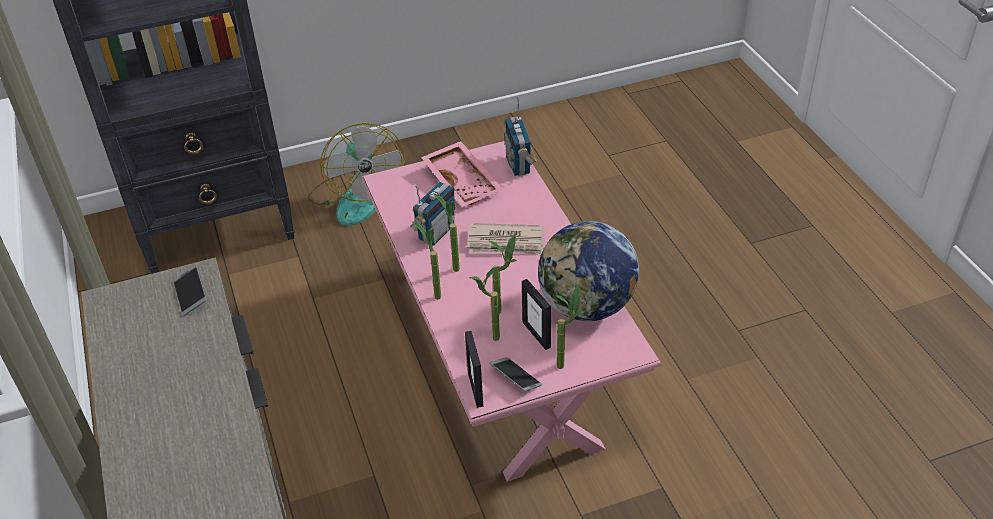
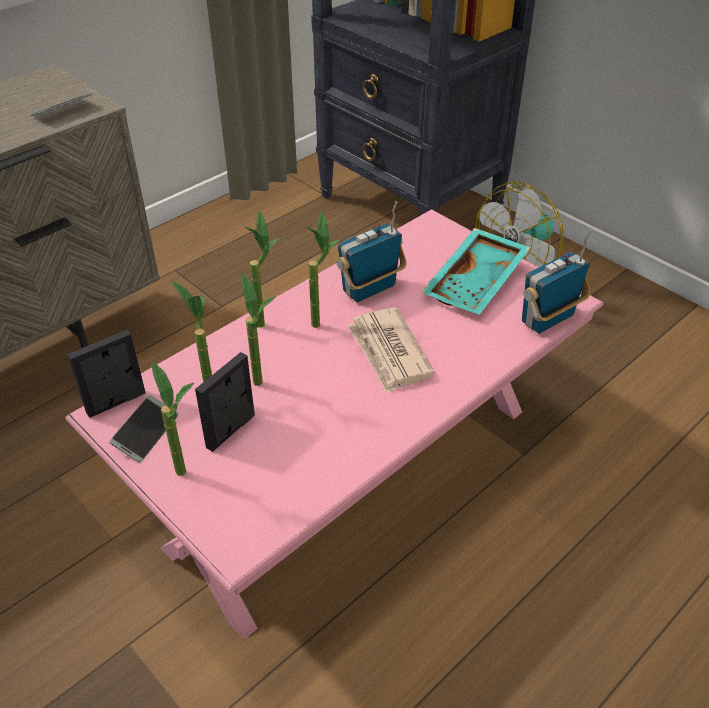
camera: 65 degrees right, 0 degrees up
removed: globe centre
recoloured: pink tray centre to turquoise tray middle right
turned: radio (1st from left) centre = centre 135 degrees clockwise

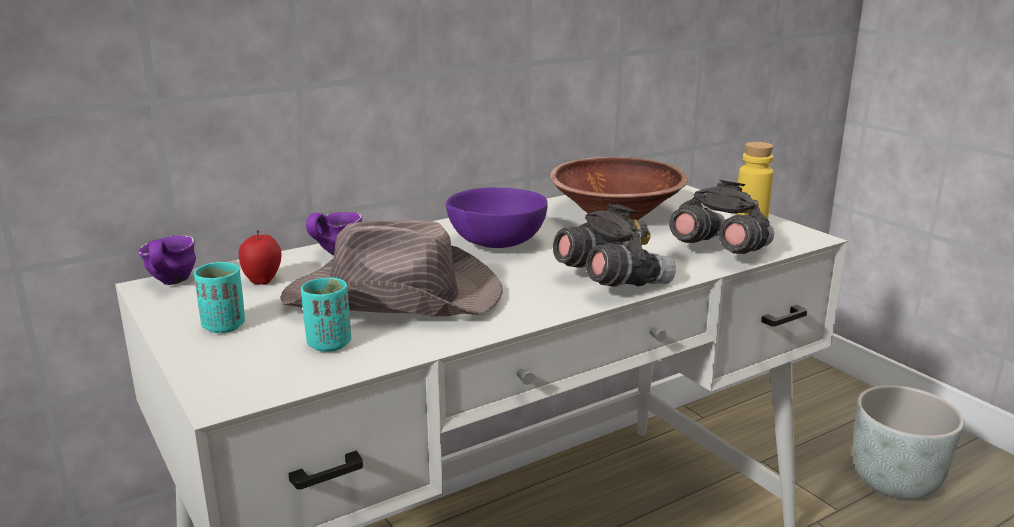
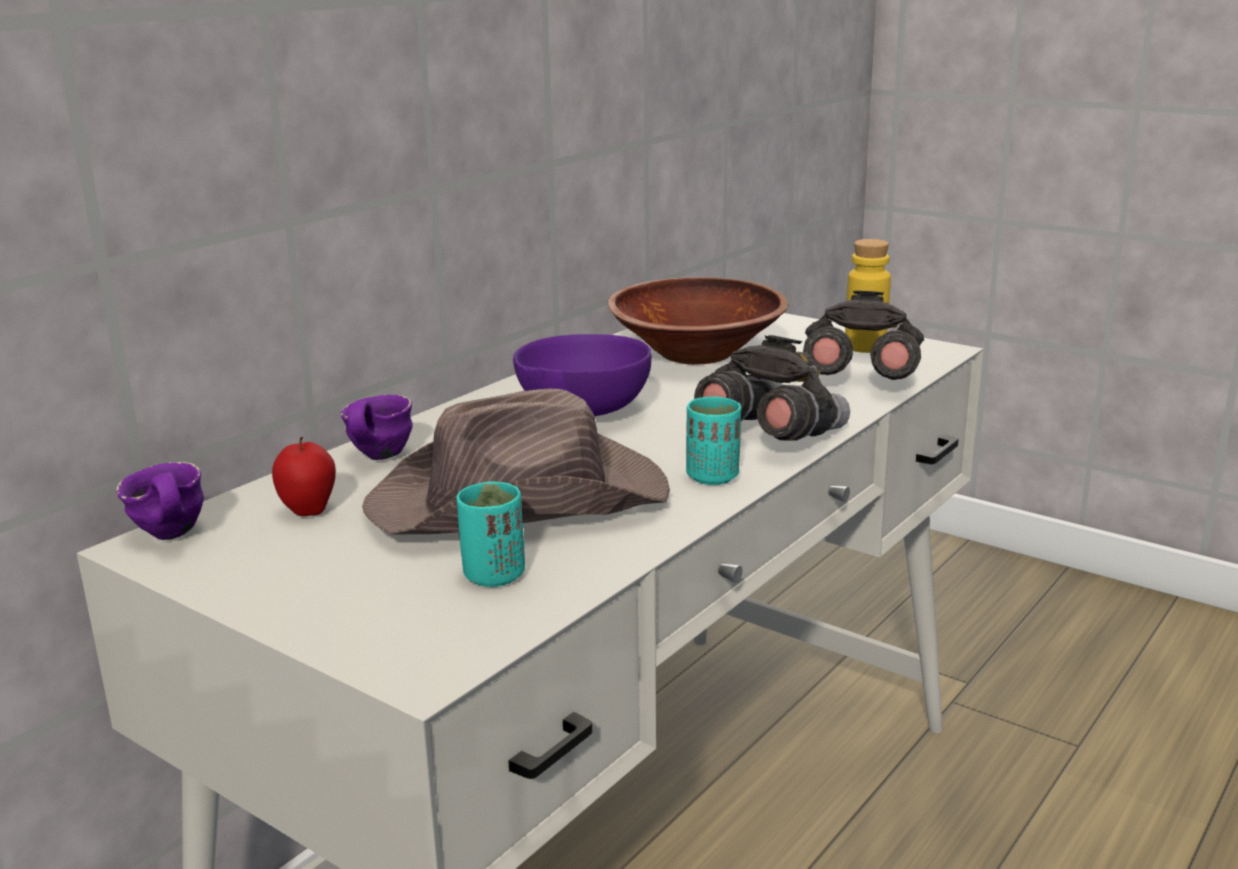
camera: 20 degrees left, 0 degrees up
removed: grey planter bottom right
moved: turquoise cup (1st from left in the first image) middle left to turquoise cup (2nd from left) centre

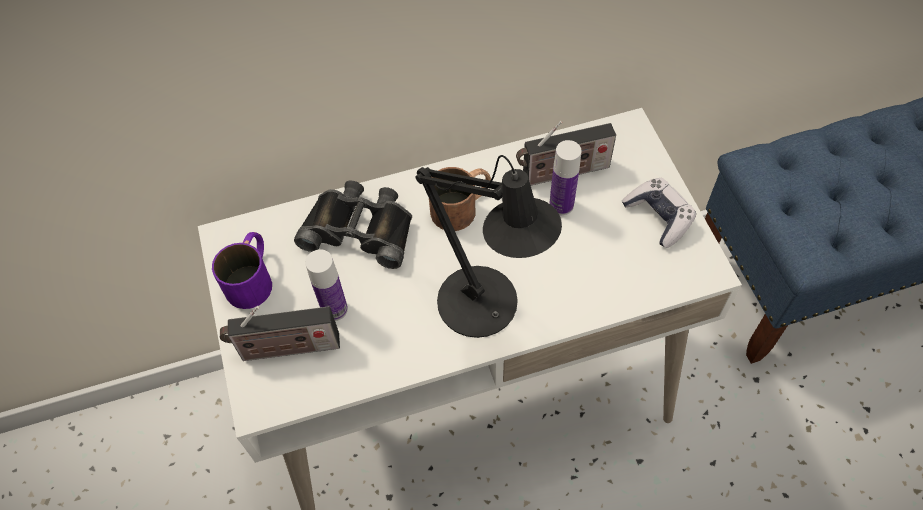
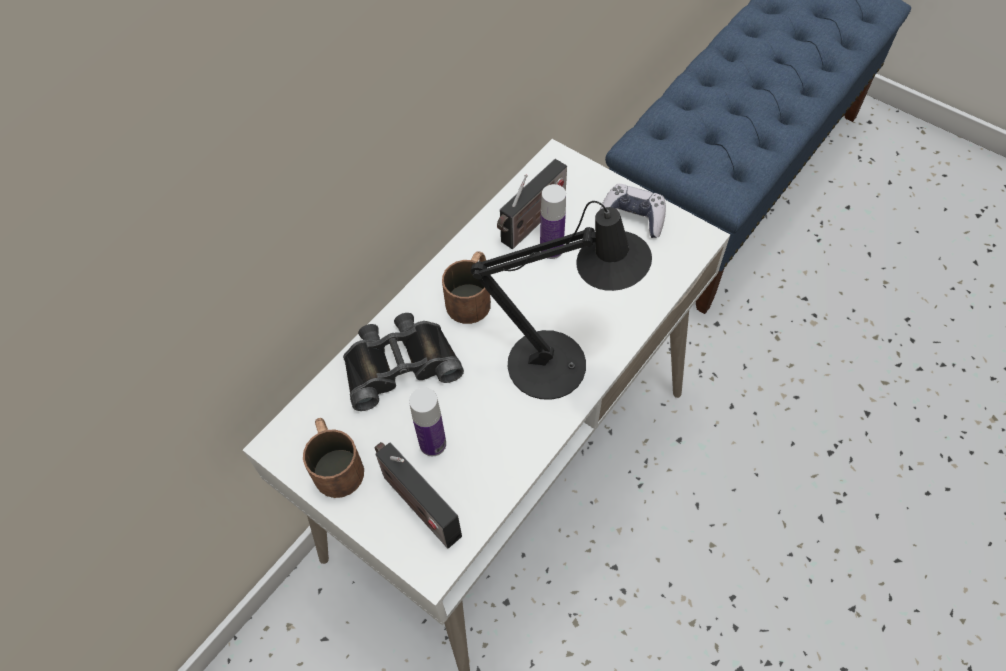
camera: 35 degrees left, 0 degrees up
recoloured: purple mug middle left to brown mug (1st from left) bottom left
turned: radio (1st from left) middle left = bottom centre 90 degrees clockwise

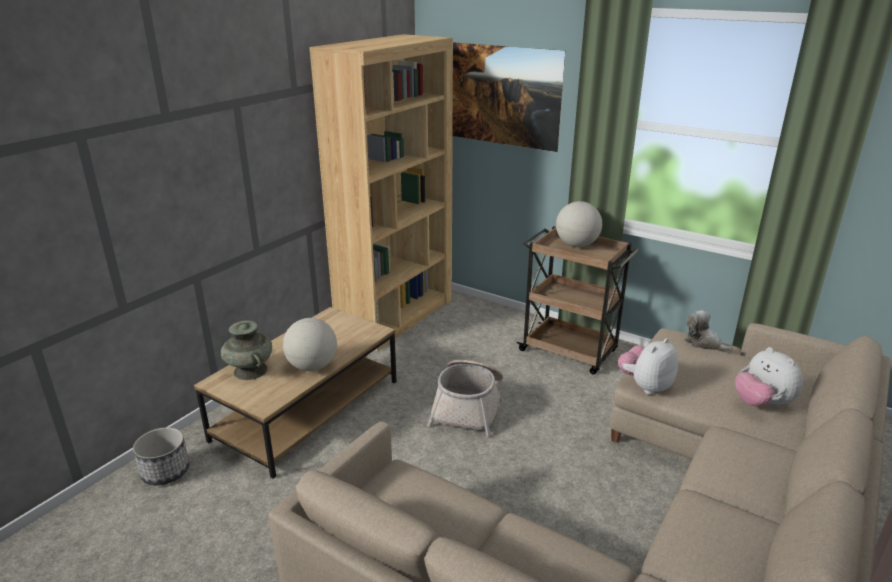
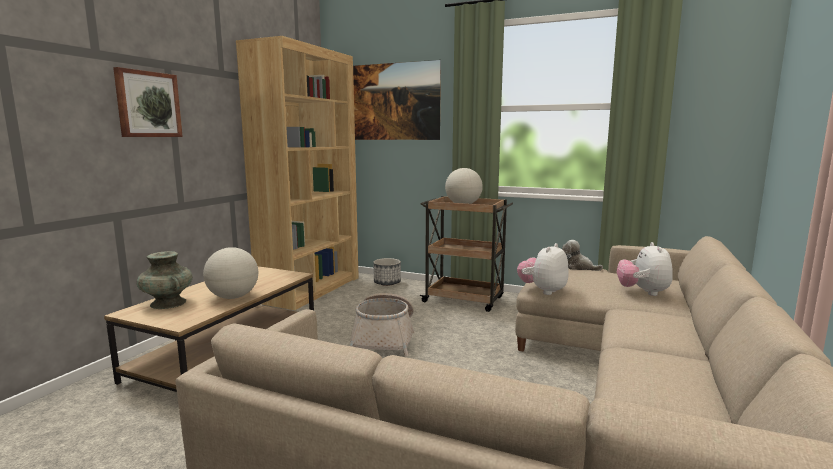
camera: 10 degrees left, 15 degrees down
added: picture (1st from left) top left
moved: planter bottom left to centre
turned: plush toy (3rd from left) middle right = middle right 45 degrees clockwise

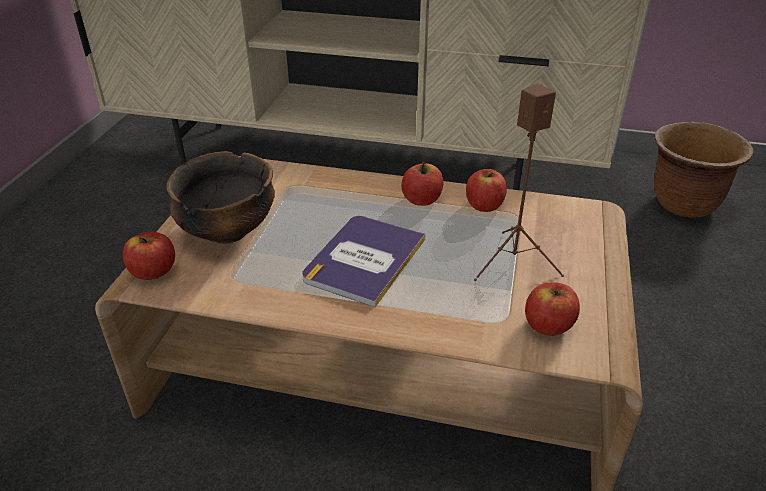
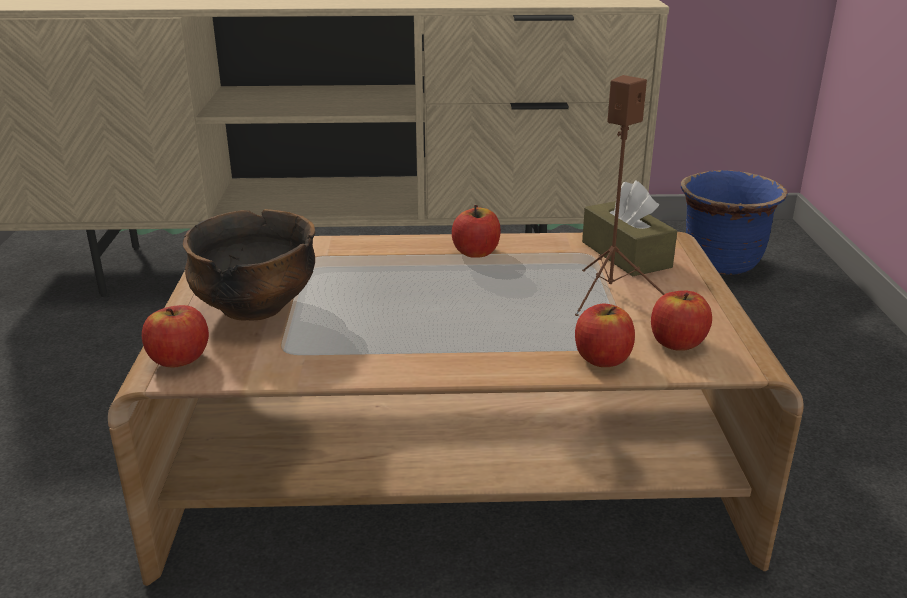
camera: 15 degrees left, 10 degrees down
removed: book centre
added: brown tissue box middle right
moved: apple (3rd from left) centre to middle right
recoloured: brown planter middle right to blue planter middle right

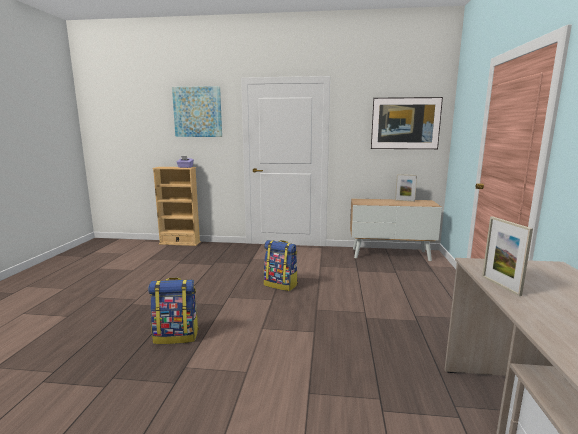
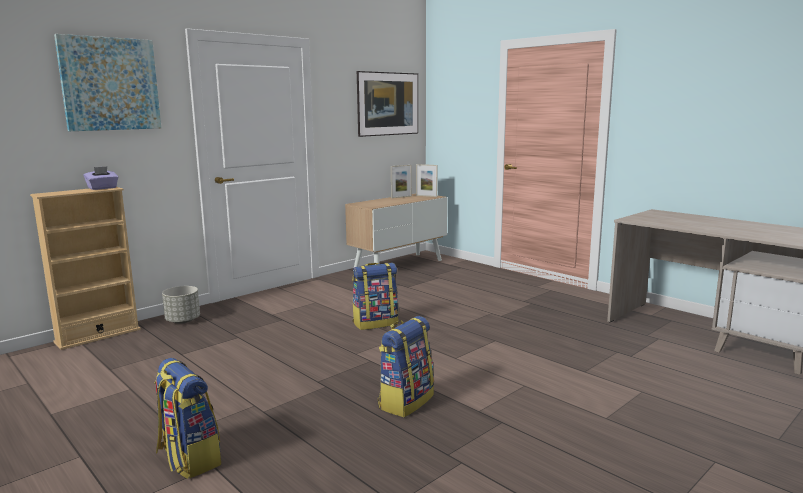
camera: 50 degrees left, 0 degrees up
added: backpack (1st from left) bottom left; grey planter middle left
moved: picture frame (2nd from left) middle right to centre

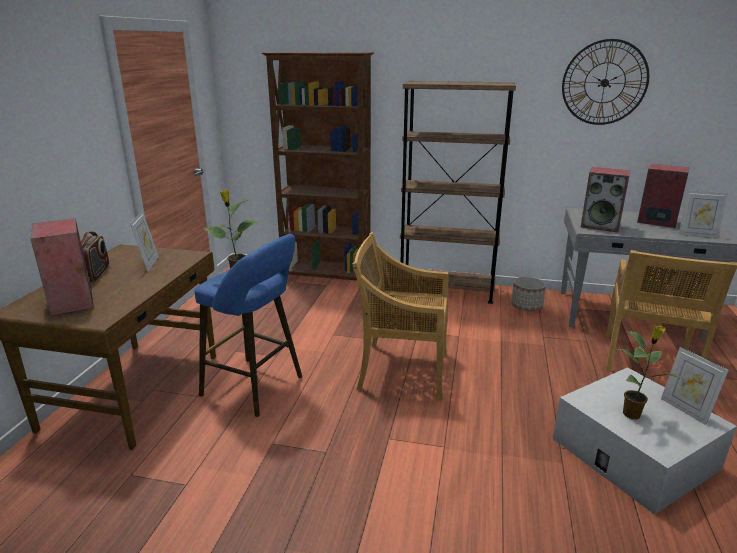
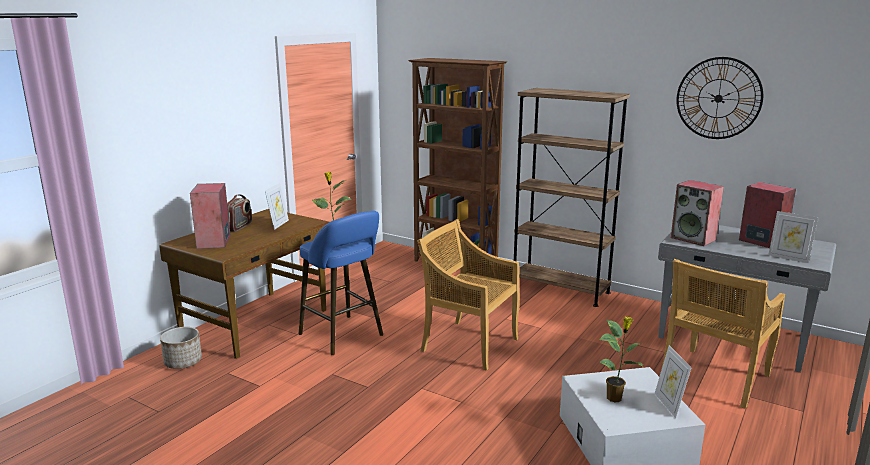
camera: 20 degrees right, 5 degrees down
moved: planter middle right to bottom left

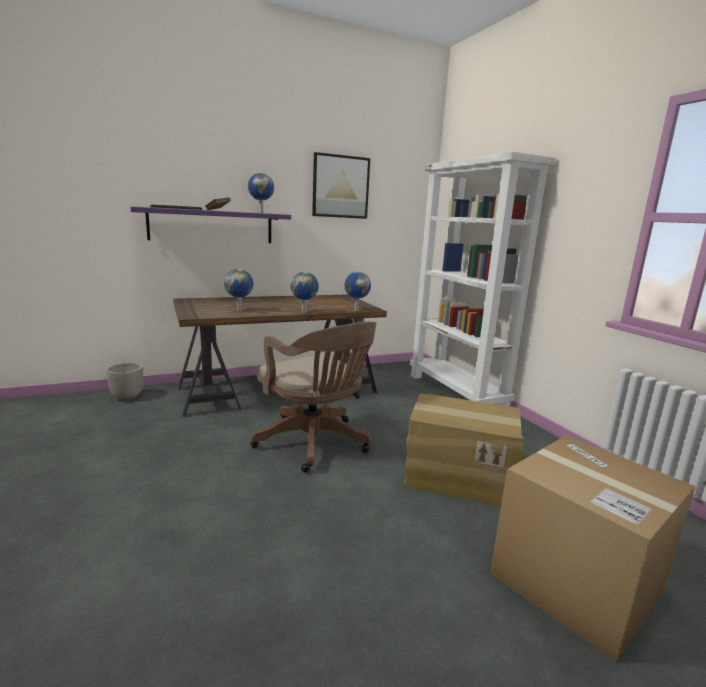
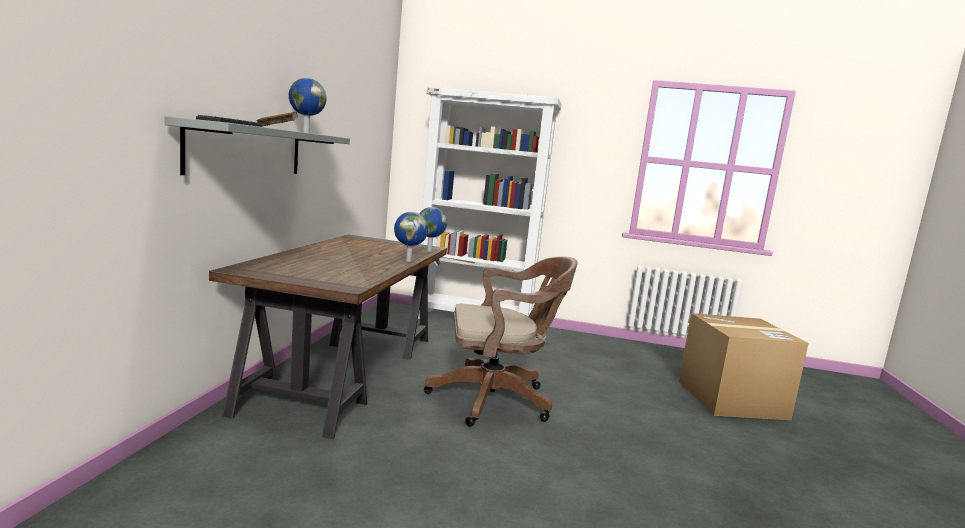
camera: 55 degrees left, 5 degrees down
removed: planter middle left; globe (1st from left) centre; picture top centre; cardboard box (1st from left) centre
recoloured: purple shelf top left to grey shelf top left

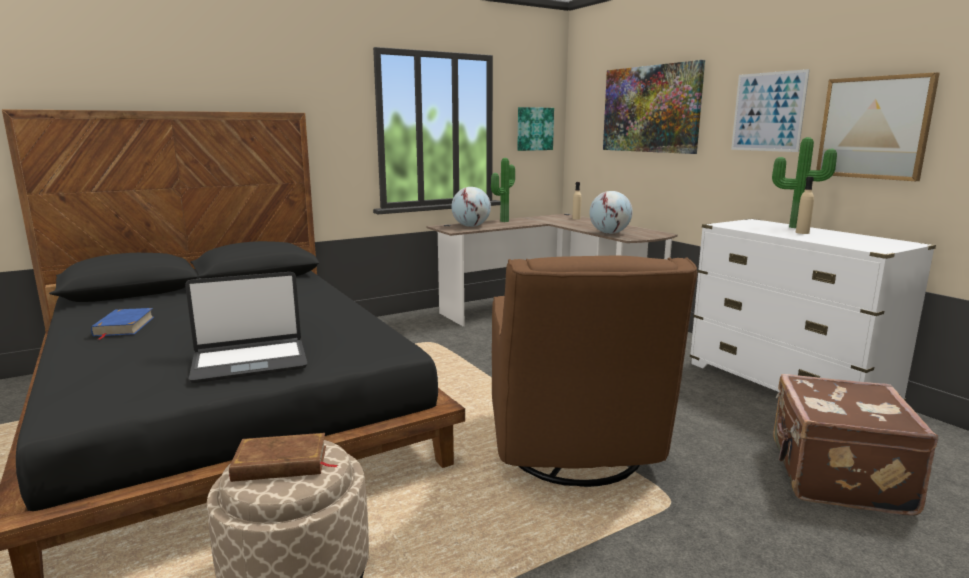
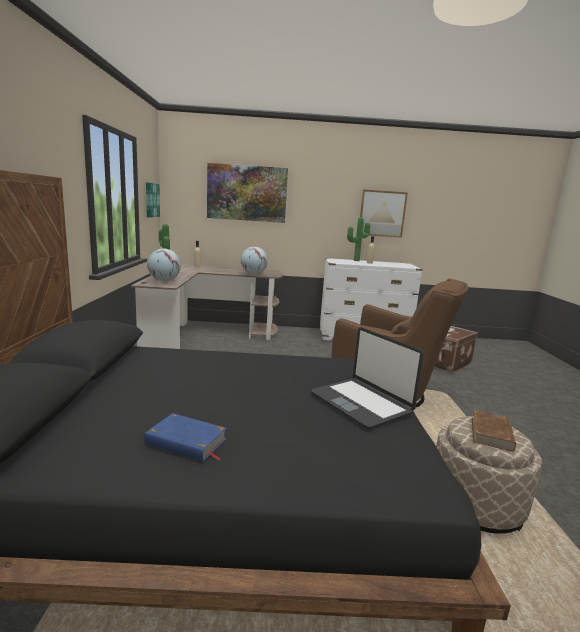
camera: 60 degrees left, 0 degrees up
removed: picture (3rd from left) top right
turned: laptop middle left = centre 135 degrees clockwise

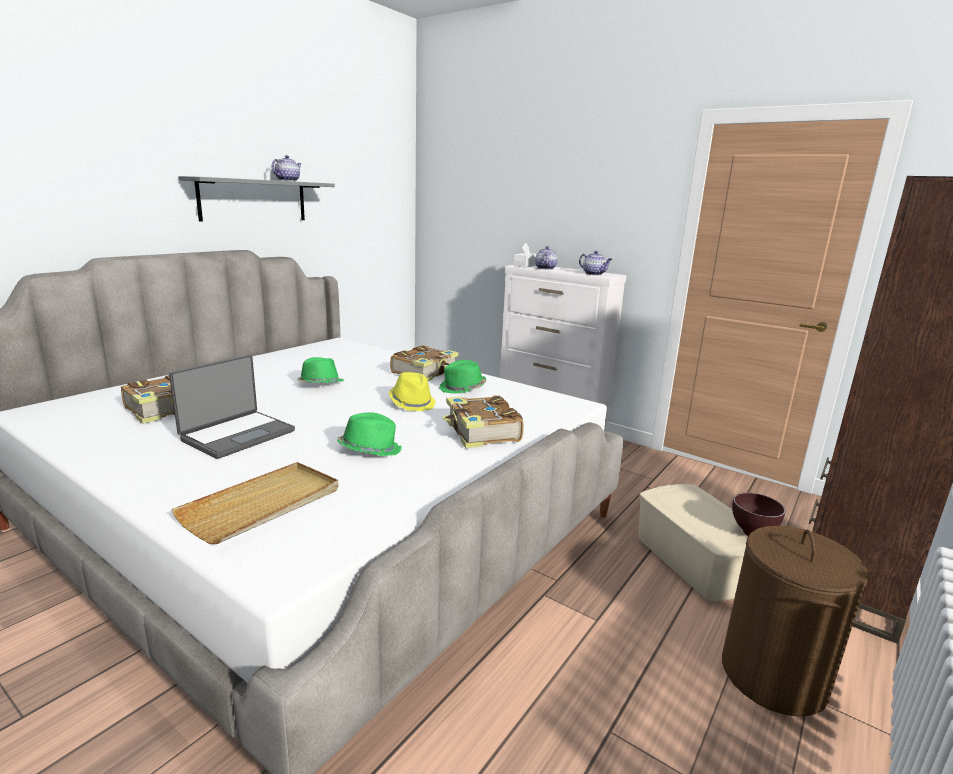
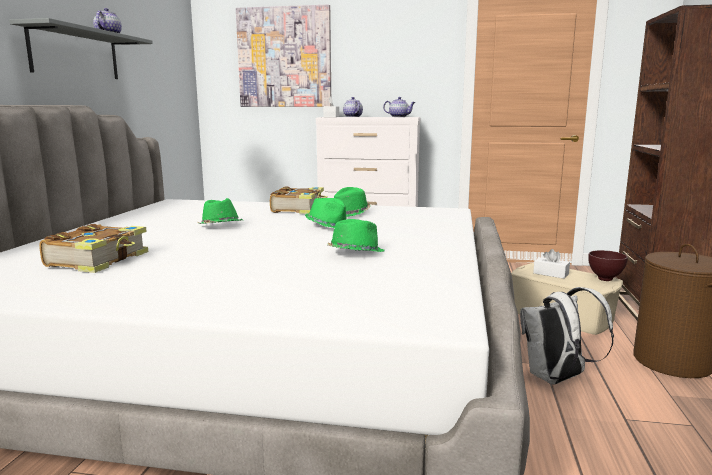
camera: 25 degrees left, 5 degrees down
removed: laptop middle left; beige tray middle left; book (3rd from left) centre
added: picture top centre; white backpack bottom right; white tissue box (2nd from left) middle right
recoloured: yellow hat centre to green hat (2nd from left) centre

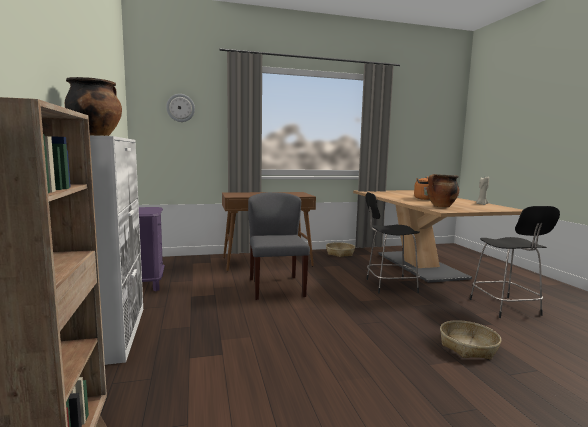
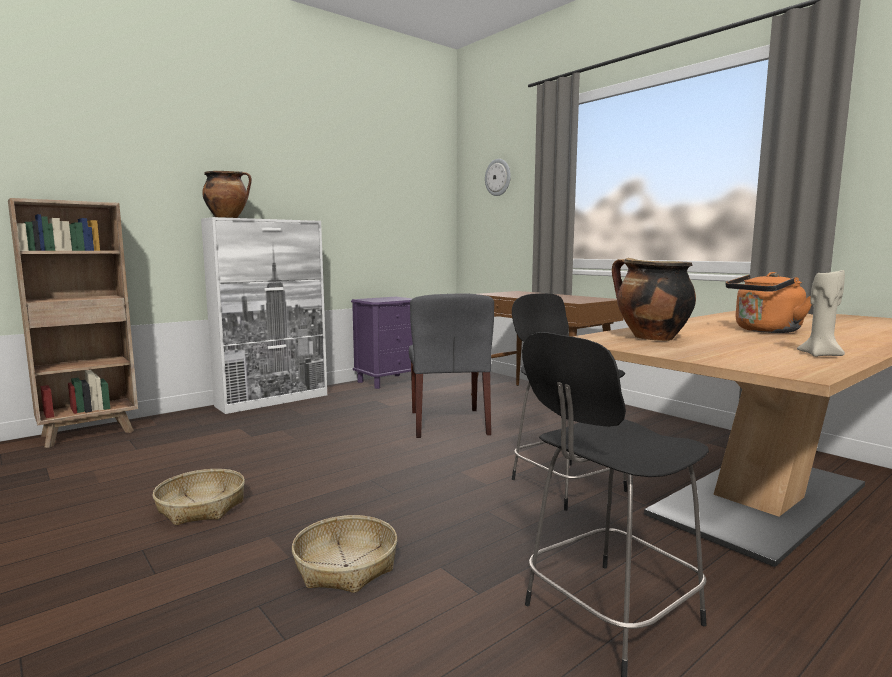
camera: 65 degrees right, 0 degrees up
moved: basket (1st from left) centre to bottom left
turned: grey chair centre = centre 120 degrees clockwise

